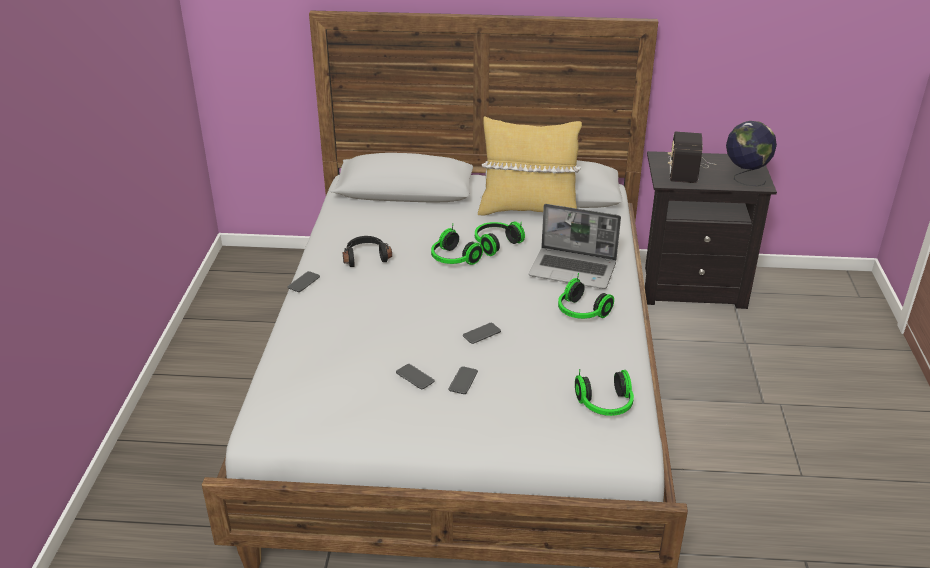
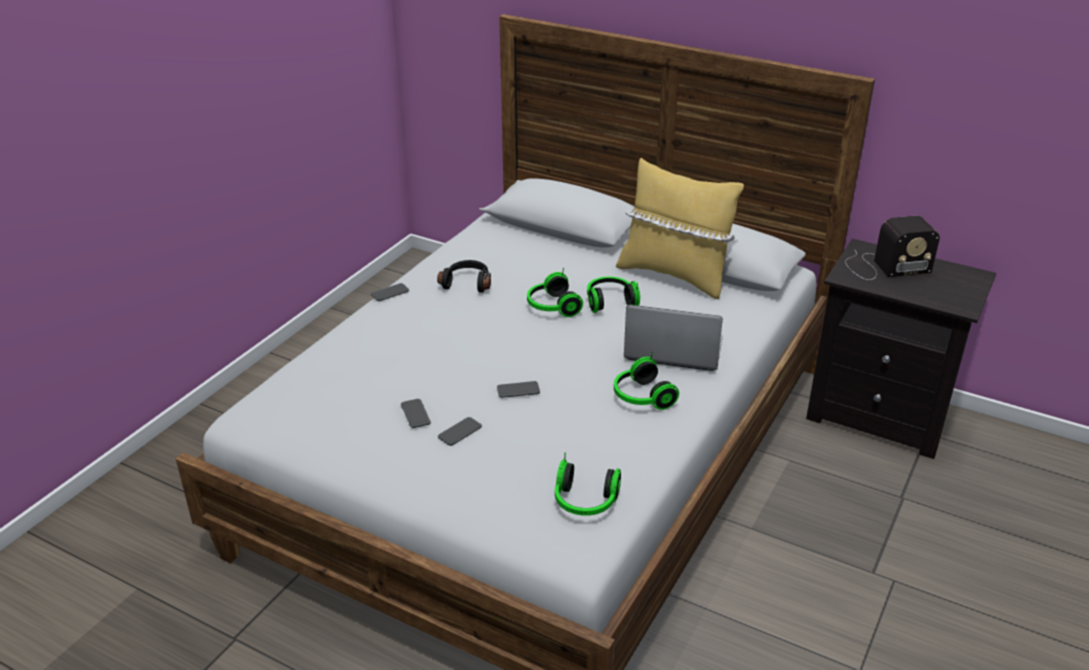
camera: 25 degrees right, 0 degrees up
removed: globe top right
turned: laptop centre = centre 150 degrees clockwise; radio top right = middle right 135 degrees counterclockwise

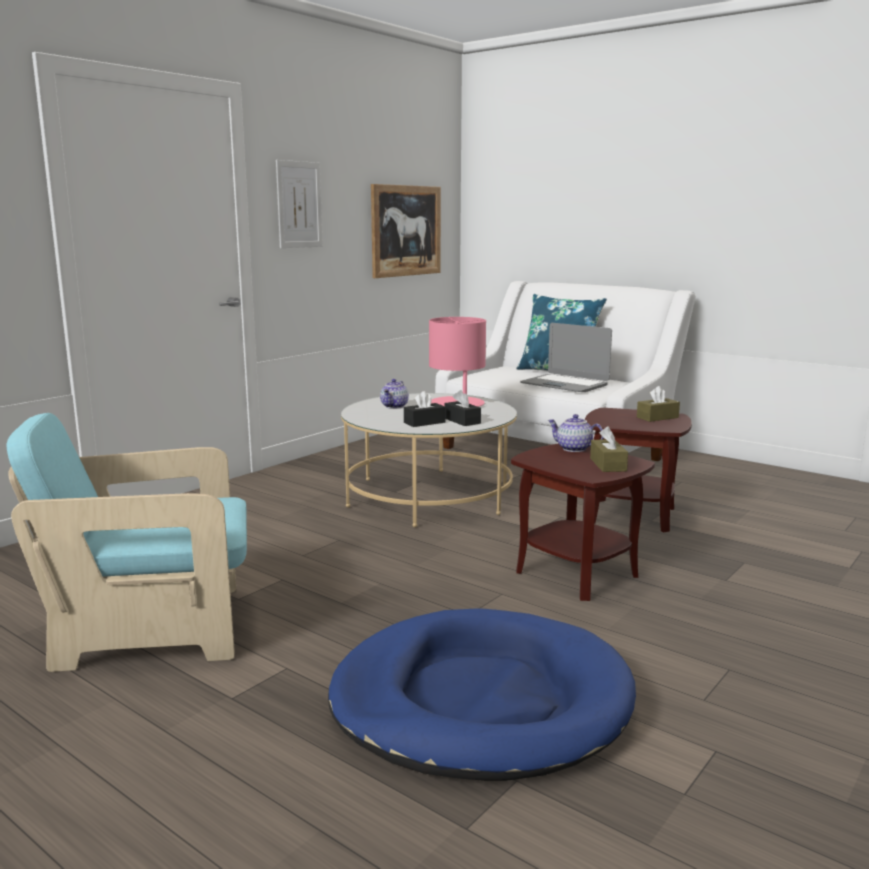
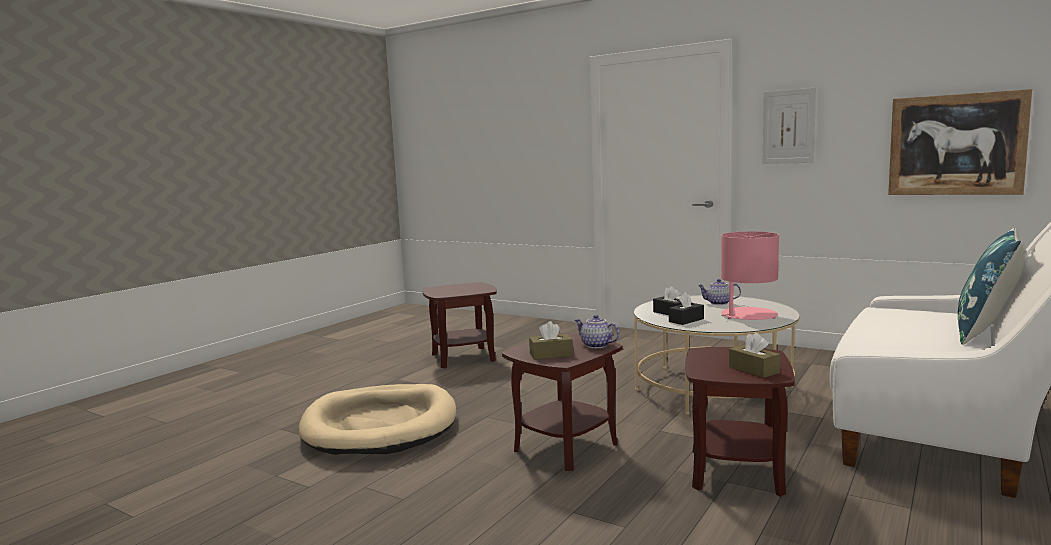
camera: 85 degrees right, 5 degrees down
removed: laptop centre
replaced: turquoise armchair middle left to brown side table (1st from left) centre
recoloured: blue dog bed bottom centre to beige dog bed bottom centre
turned: teapot (2nd from left in the first image) centre = centre 75 degrees counterclockwise

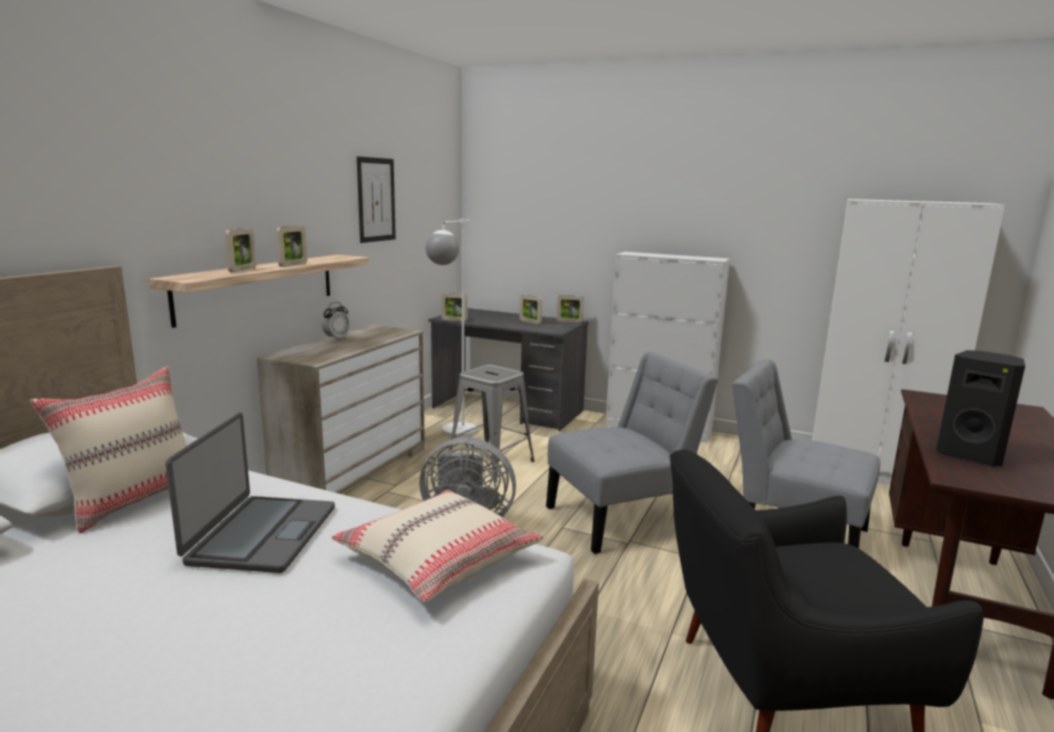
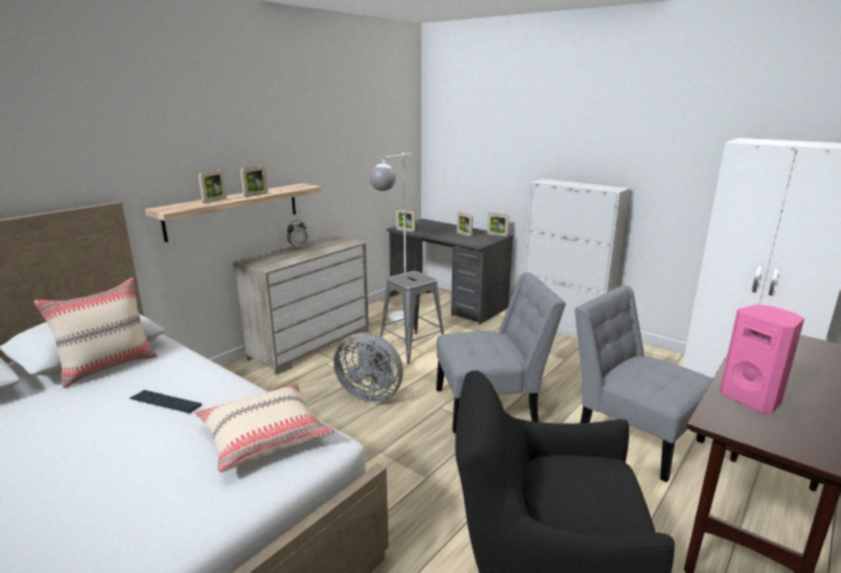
camera: 15 degrees right, 5 degrees up
removed: picture top centre
replaced: laptop bottom left to keyboard bottom left
recoloured: black speaker middle right to pink speaker middle right

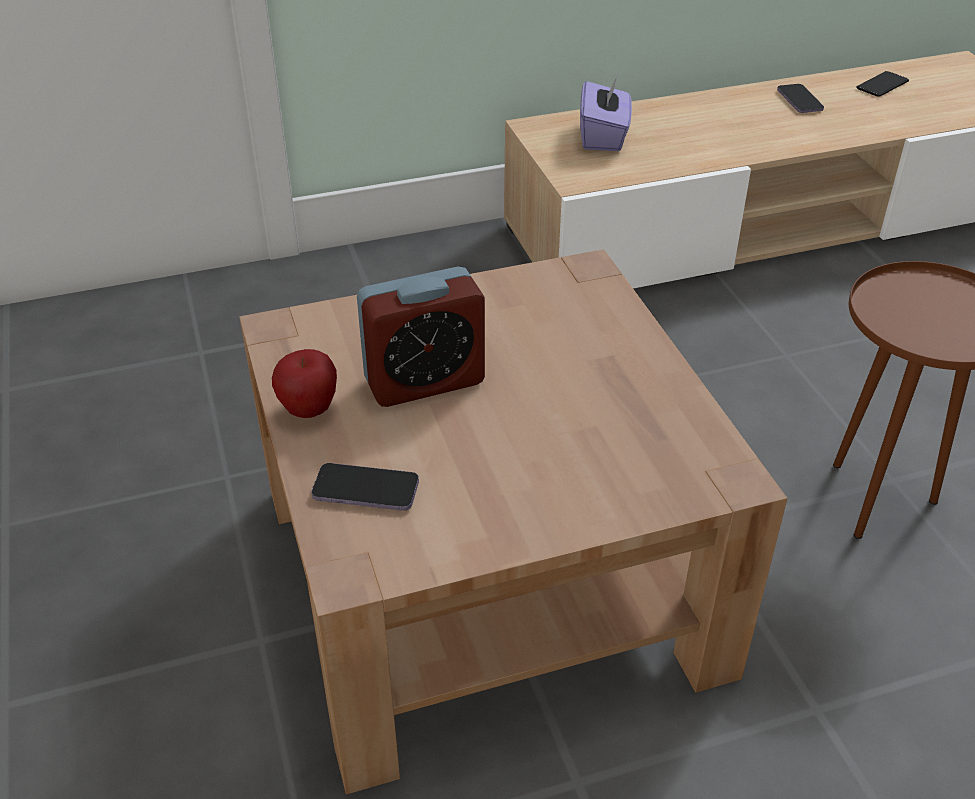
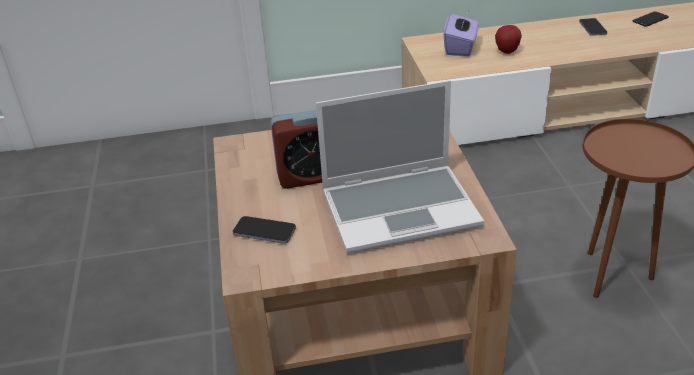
camera: 10 degrees right, 5 degrees down
added: laptop centre
moved: apple middle left to top right

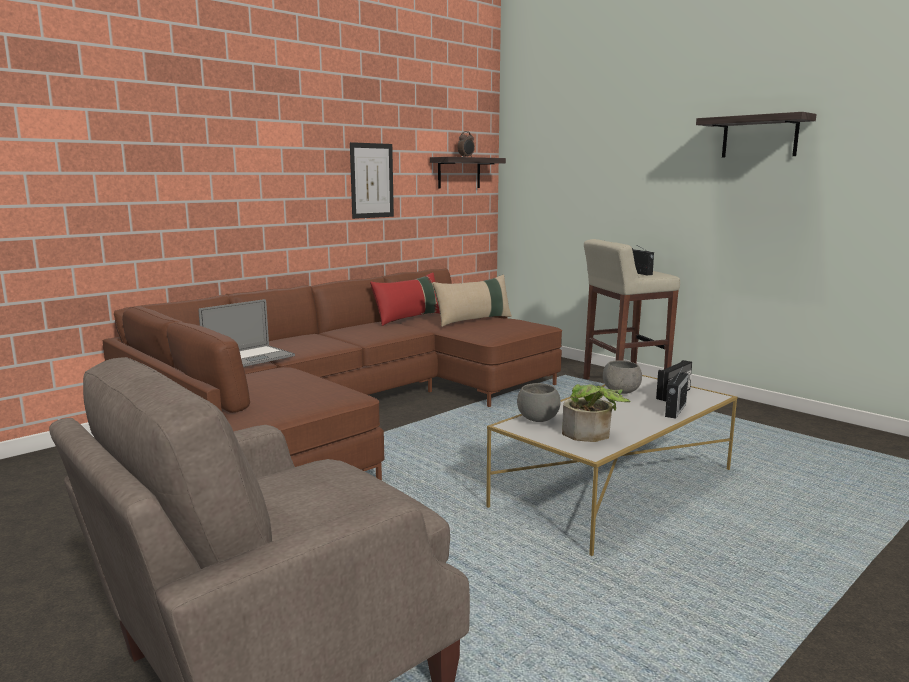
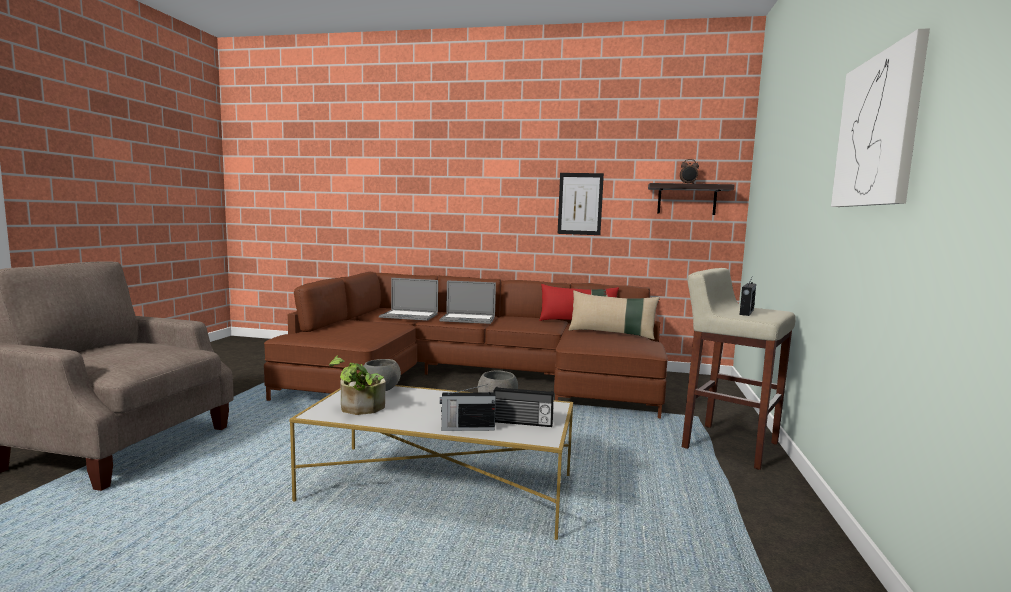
camera: 55 degrees right, 5 degrees down
added: laptop (2nd from left) centre
replaced: shelf (2nd from left) top right to picture (2nd from left) top right

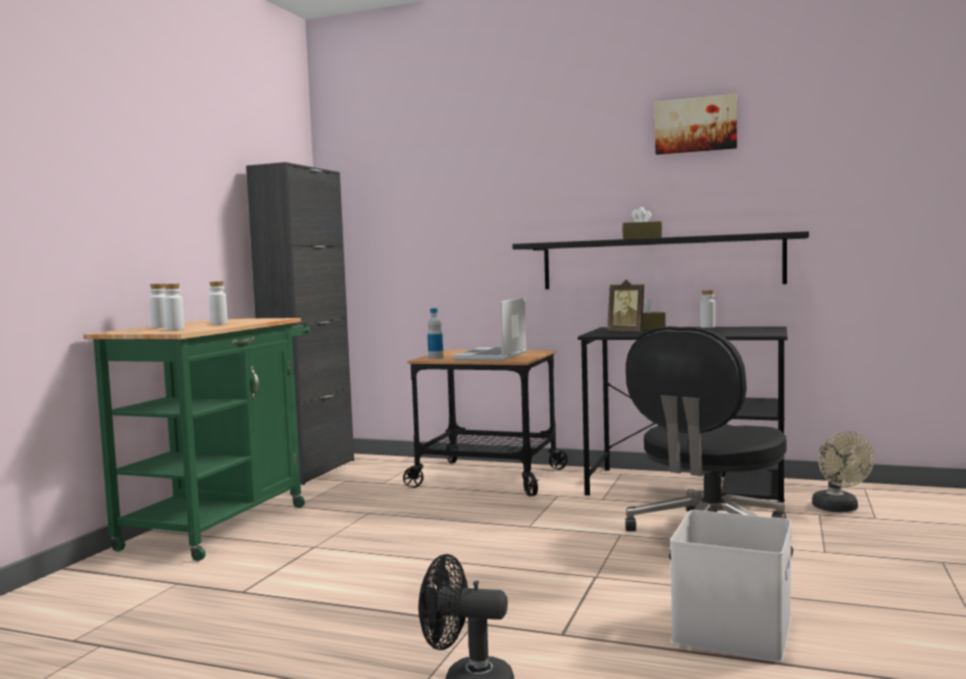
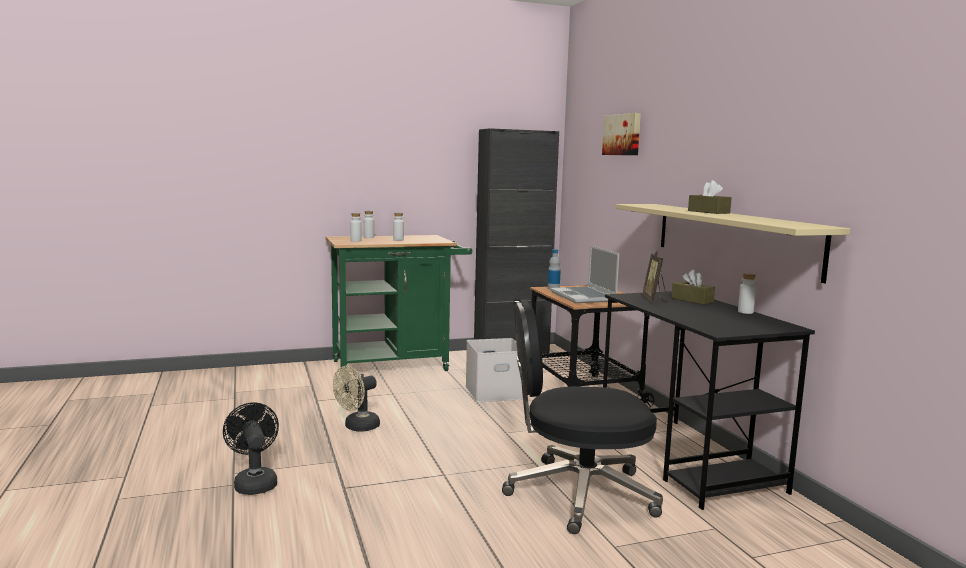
camera: 50 degrees right, 5 degrees up
moved: picture top right to top centre; white storage box bottom right to centre; beige fan bottom right to bottom centre
recoloured: black shelf middle right to beige shelf middle right
turned: laptop centre = centre 90 degrees counterclockwise

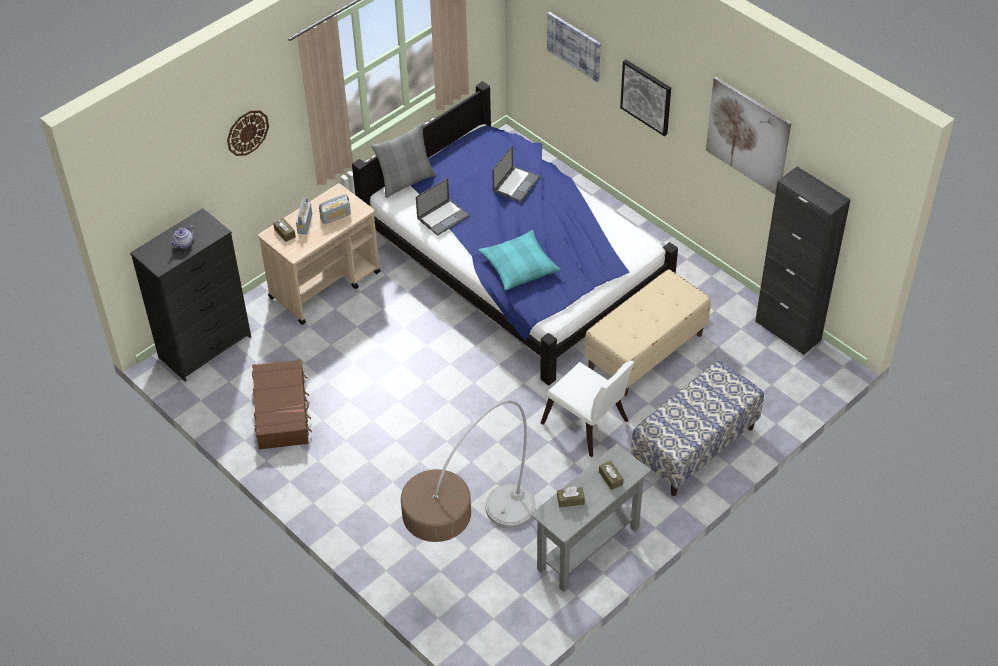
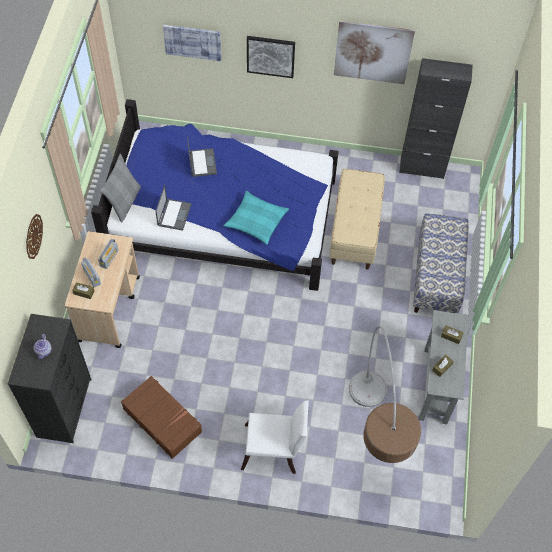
camera: 40 degrees left, 10 degrees up
moved: white chair centre to bottom centre

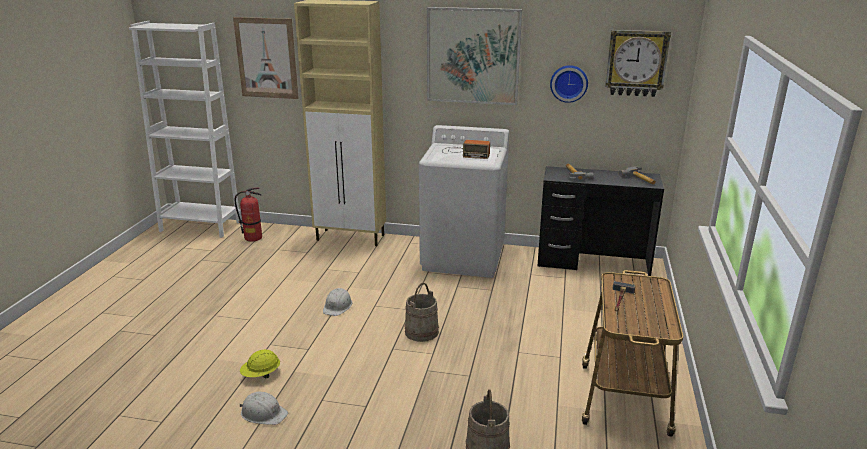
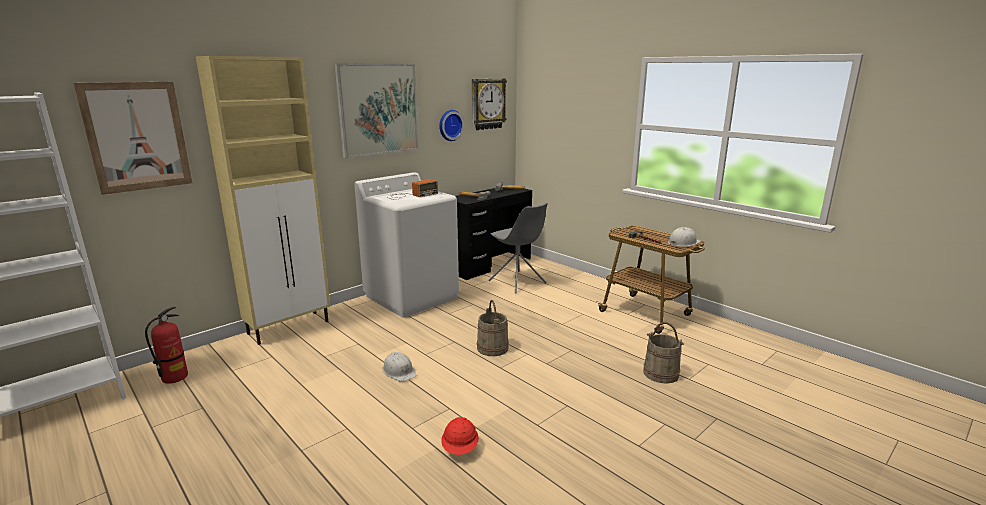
camera: 55 degrees left, 5 degrees down
added: grey chair centre
moved: white hard hat (1st from left in the first image) bottom left to white hard hat (2nd from left) middle right
recoloured: yellow hard hat bottom left to red hard hat bottom centre

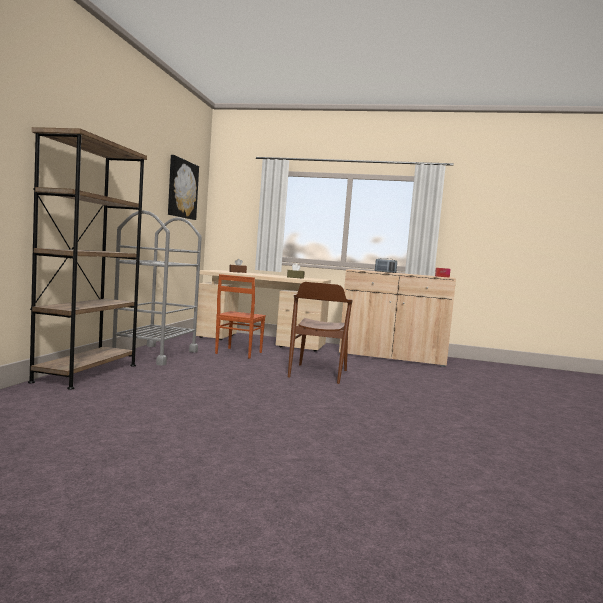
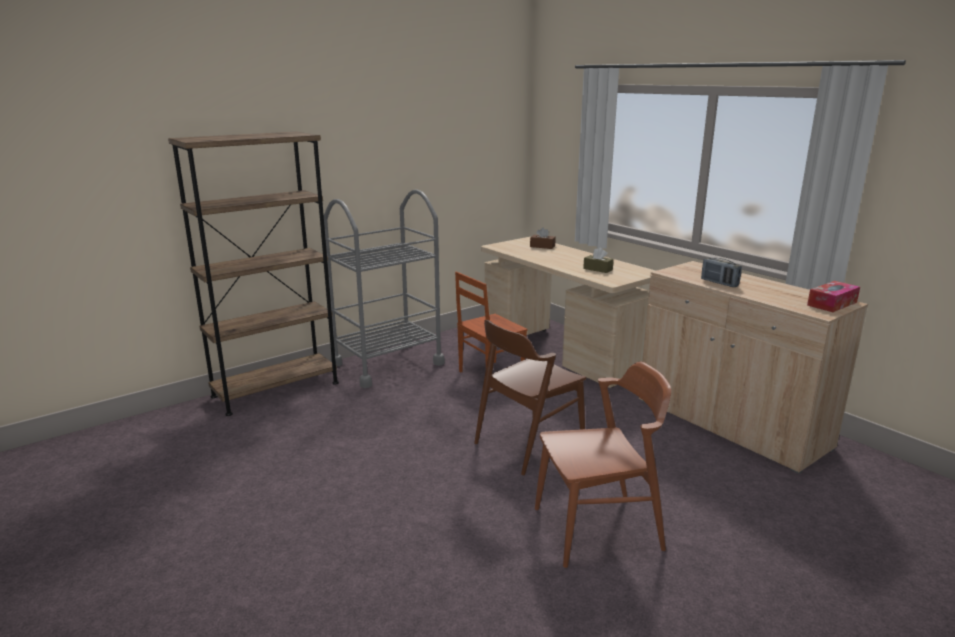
camera: 40 degrees right, 15 degrees up
removed: picture top left
added: brown chair (3rd from left) bottom centre

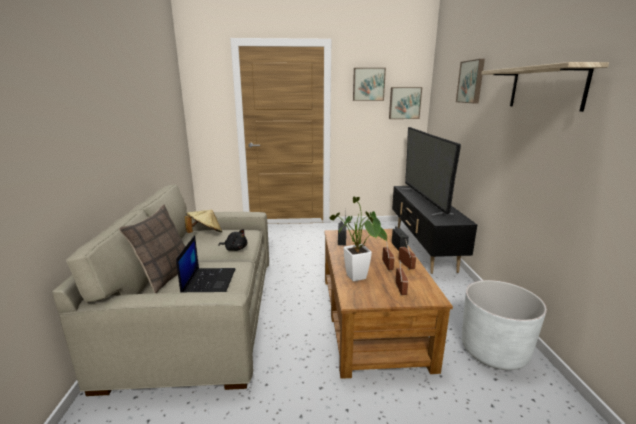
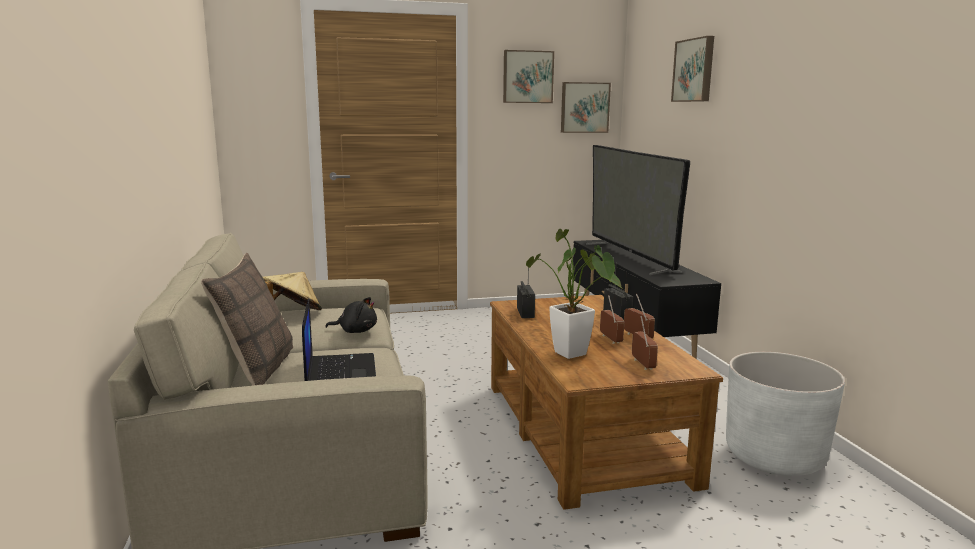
camera: 10 degrees left, 5 degrees down
removed: shelf top right

